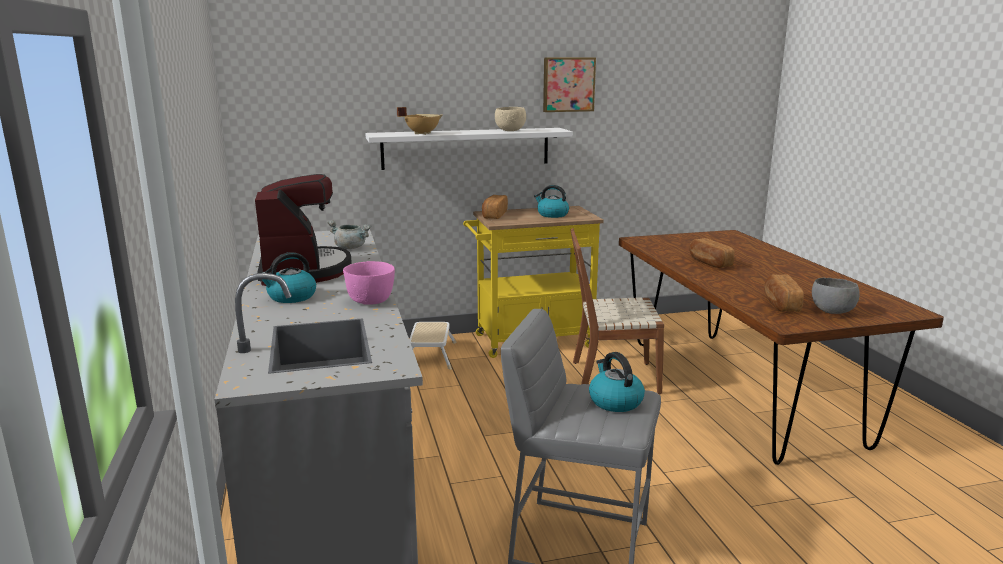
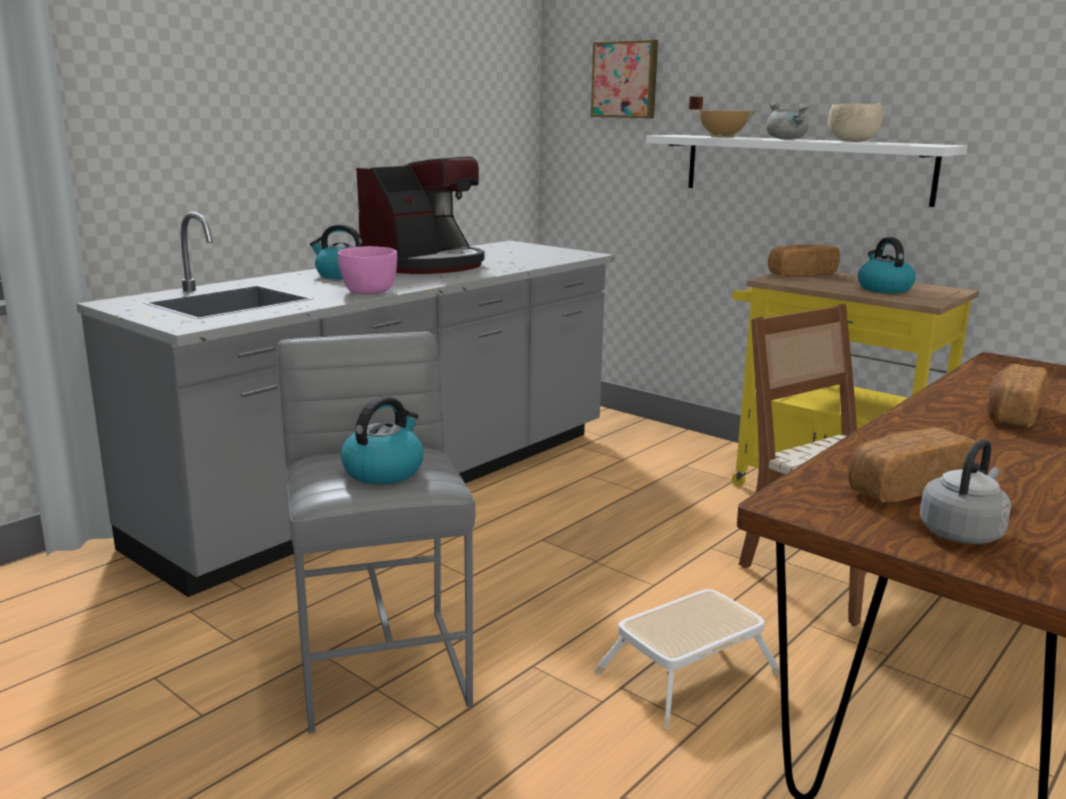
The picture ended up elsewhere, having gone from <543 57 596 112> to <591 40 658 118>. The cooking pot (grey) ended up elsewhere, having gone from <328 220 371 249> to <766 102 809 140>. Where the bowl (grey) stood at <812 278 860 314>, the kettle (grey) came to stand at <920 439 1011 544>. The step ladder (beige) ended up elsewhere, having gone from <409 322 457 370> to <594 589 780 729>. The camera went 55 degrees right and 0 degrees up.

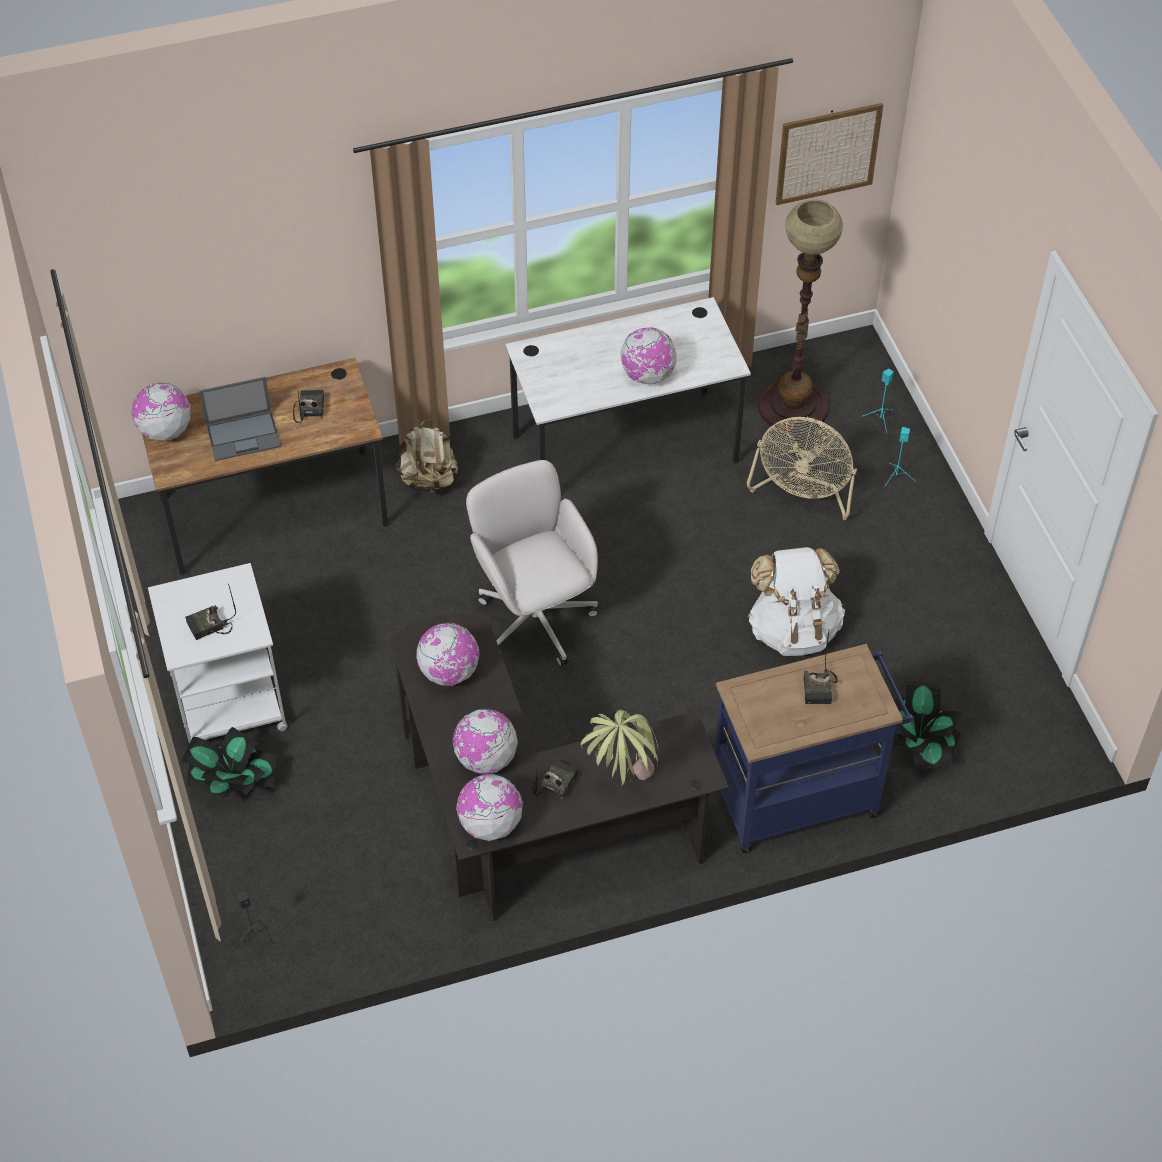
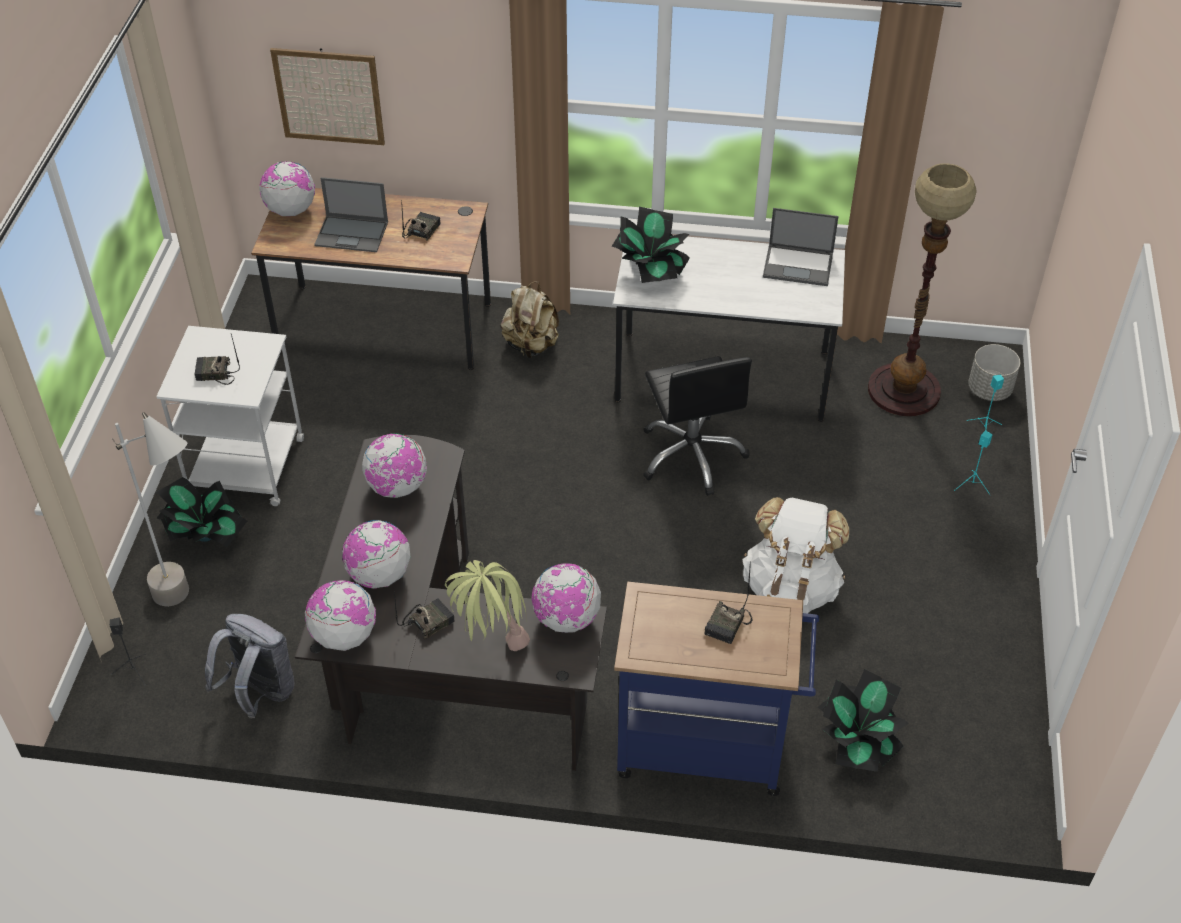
The picture ended up elsewhere, having gone from <776 103 883 205> to <270 48 385 145>. The globe ended up elsewhere, having gone from <620 327 677 384> to <532 563 601 633>. The second view lost the fan (beige) at <747 416 857 520>. The second view lost the office chair (white) at <466 460 598 666>. The second view gained the potted plant at <611 207 690 283>. The second view gained the laptop at <763 208 839 286>. The second view gained the planter (grey) at <968 344 1020 401>. The second view gained the office chair (black) at <643 356 752 496>. The second view gained the floor lamp (grey) at <112 412 189 606>. The second view gained the backpack (grey) at <205 614 295 718>. The camera went 25 degrees right and 5 degrees down.

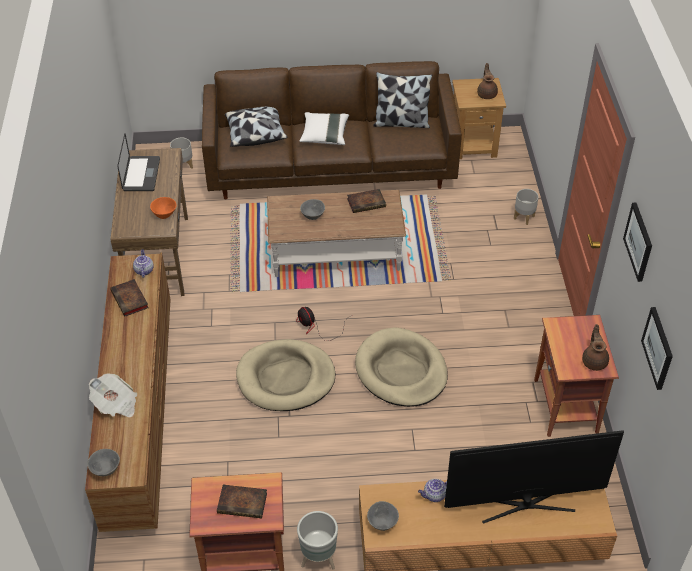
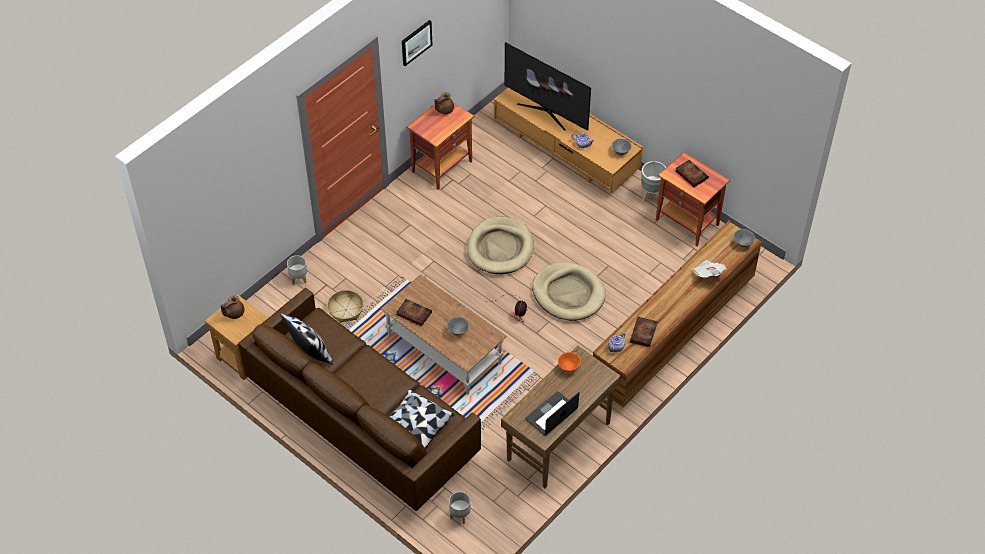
The second view lost the pillow (white) at <299 112 349 145>. The second view lost the picture at <641 307 673 390>. The second view gained the basket at <327 290 363 323>. The camera went 135 degrees left and 5 degrees up.

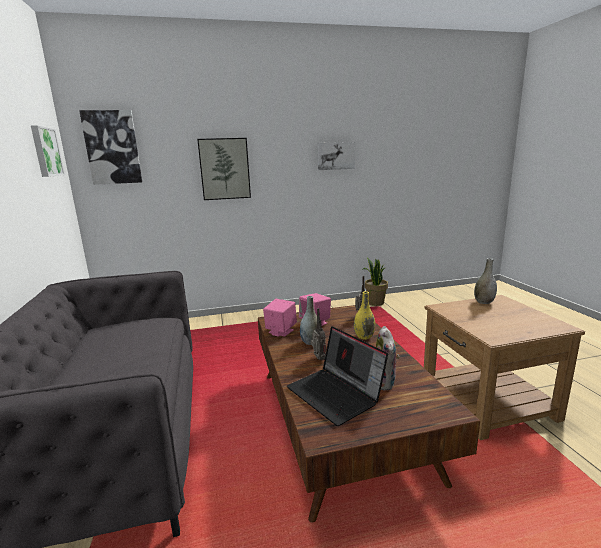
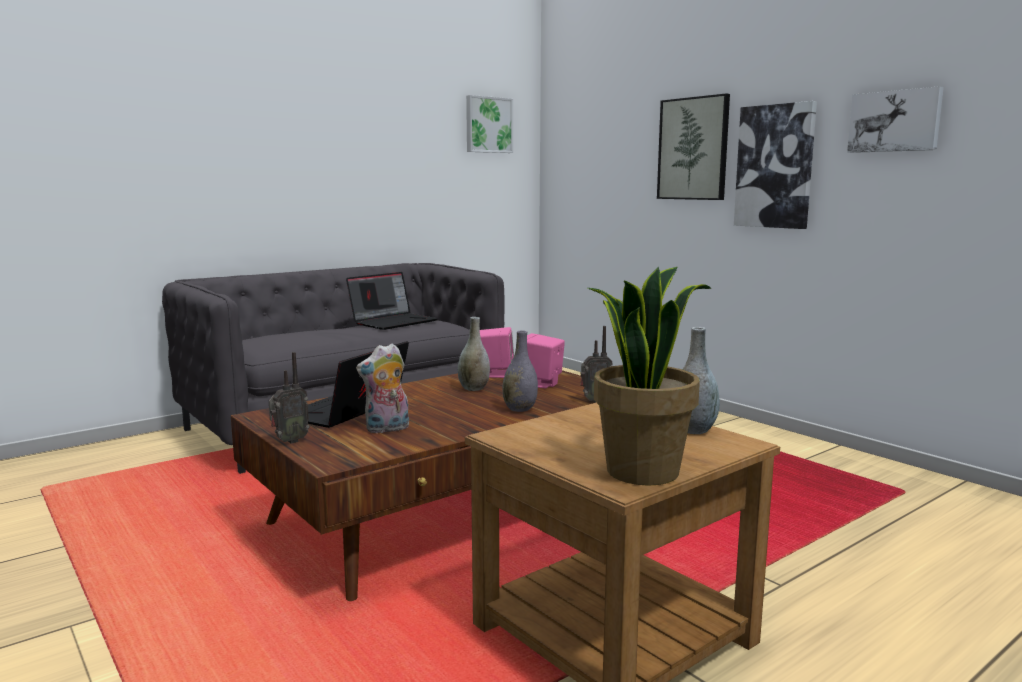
The picture ended up elsewhere, having gone from <79 110 142 185> to <734 101 817 229>. The potted plant ended up elsewhere, having gone from <362 257 388 306> to <588 267 712 486>. What was the vase (yellow) at <354 291 375 340> turned into the vase (grey) at <503 330 538 412>. The radio ended up elsewhere, having gone from <311 308 326 360> to <269 352 310 444>. The second view gained the laptop at <346 272 438 330>. The camera went 65 degrees right and 5 degrees down.

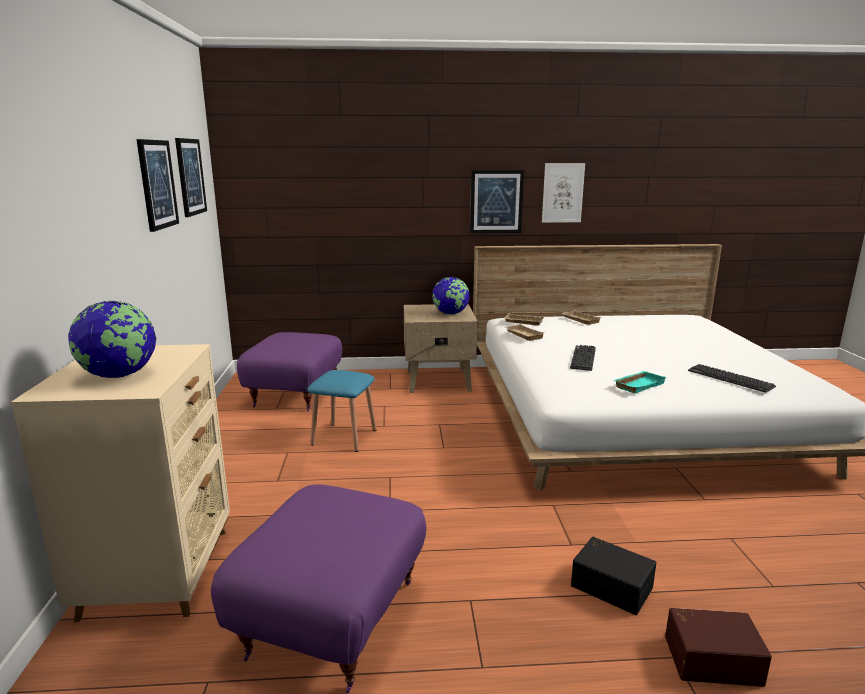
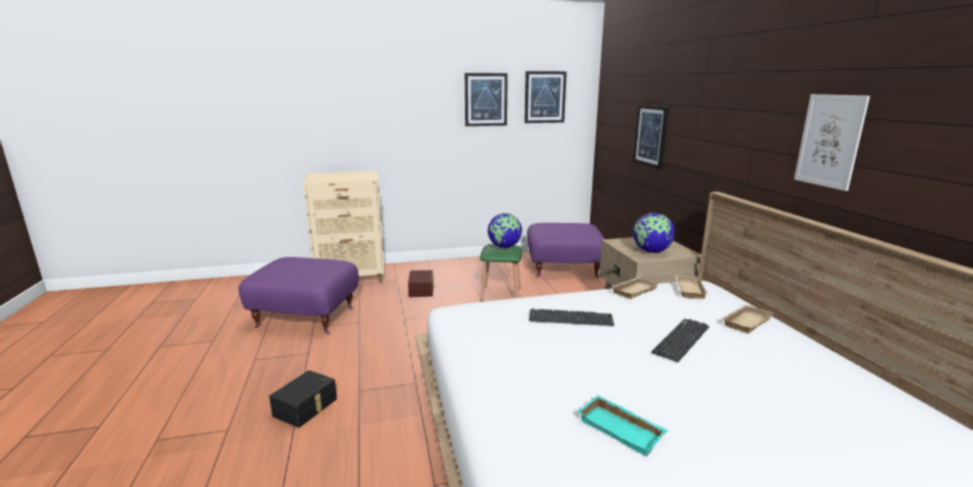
The picture ended up elsewhere, having gone from <470 170 524 233> to <633 105 669 169>. The globe ended up elsewhere, having gone from <68 301 156 378> to <488 213 522 248>. The keyboard ended up elsewhere, having gone from <688 364 776 393> to <651 319 709 362>. What was the stool (blue) at <307 370 377 452> turned into the stool (green) at <480 244 522 301>. The tray (turquoise) ended up elsewhere, having gone from <613 371 667 393> to <577 395 668 456>. The storage box (brown) ended up elsewhere, having gone from <665 608 772 687> to <408 270 435 297>. The camera went 80 degrees right and 0 degrees up.

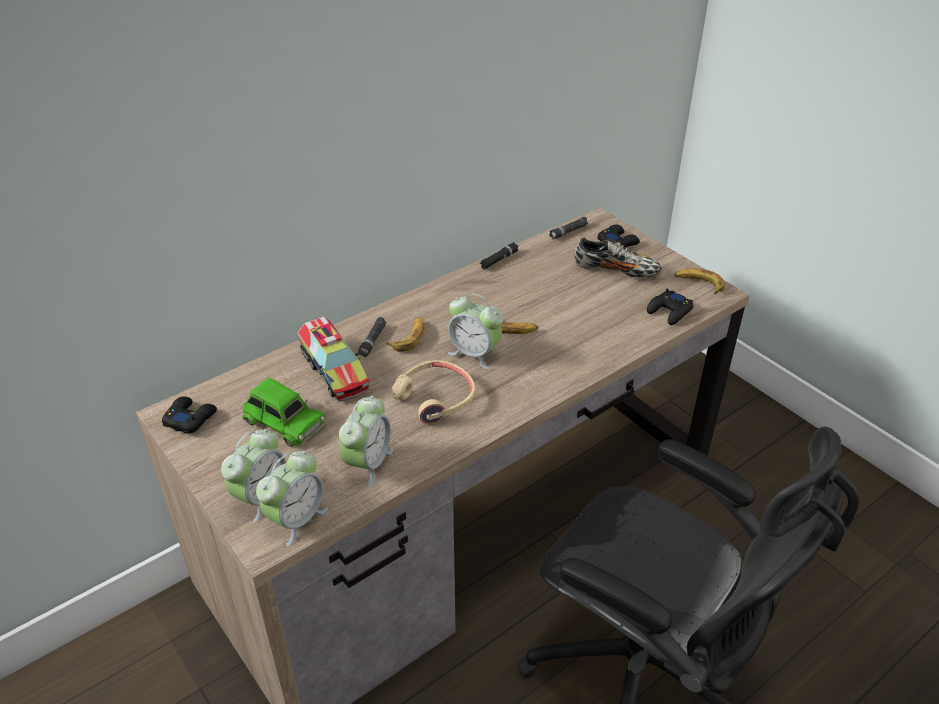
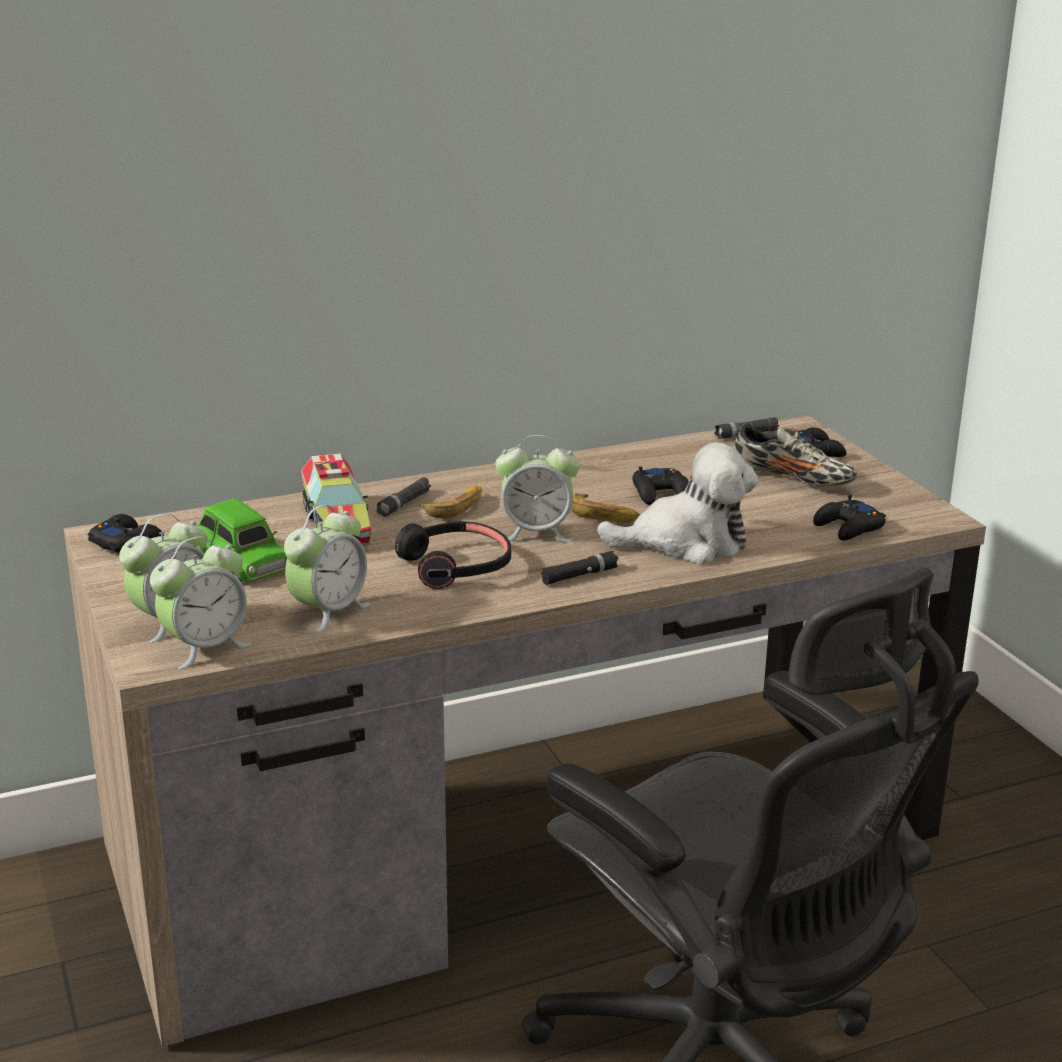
The flashlight (black) ended up elsewhere, having gone from <480 242 518 270> to <541 551 618 585>. The second view lost the banana at <675 268 725 294>. The alarm clock at <448 293 503 369> ended up facing another way, 45 degrees counterclockwise from before. What was the headphones (beige) at <392 360 475 424> turned into the headphones (black) at <395 521 511 589>. The second view gained the plush toy at <597 442 759 564>. The second view gained the game controller (black) at <633 467 689 505>. The camera went 15 degrees right and 15 degrees down.

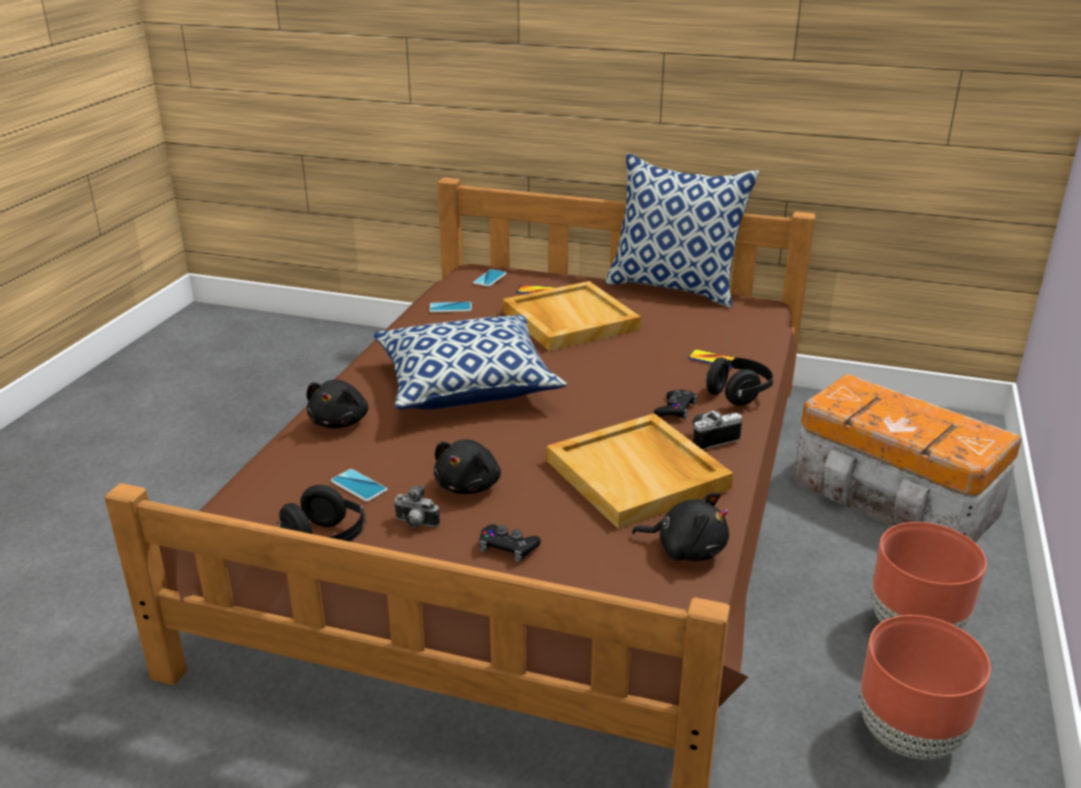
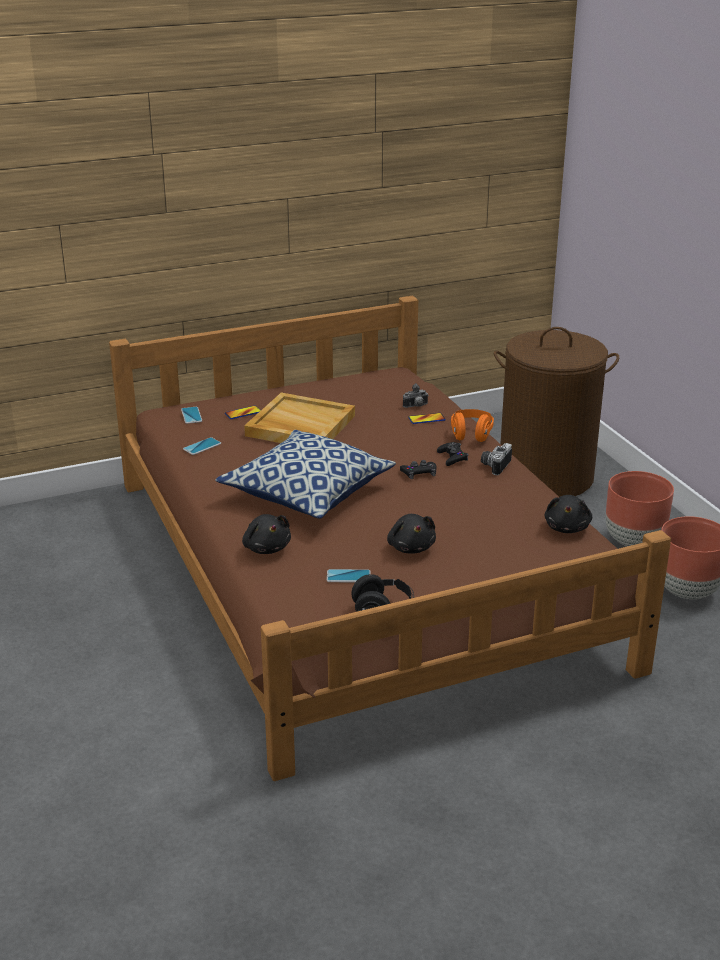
The second view lost the pillow at <605 154 759 308>. What was the headphones (black) at <706 357 773 406> turned into the headphones (orange) at <451 409 494 442>. Where the storage box stood at <793 374 1022 542>, the laundry basket (brown) came to stand at <494 327 619 497>. The second view lost the tray (beige) at <547 413 733 529>. The photo camera ended up elsewhere, having gone from <394 485 440 528> to <403 383 429 408>. The plush toy (black) at <632 492 729 561> ended up facing another way, 120 degrees clockwise from before. The game controller (black) ended up elsewhere, having gone from <479 524 540 563> to <400 460 436 479>. The camera went 40 degrees left and 0 degrees up.

